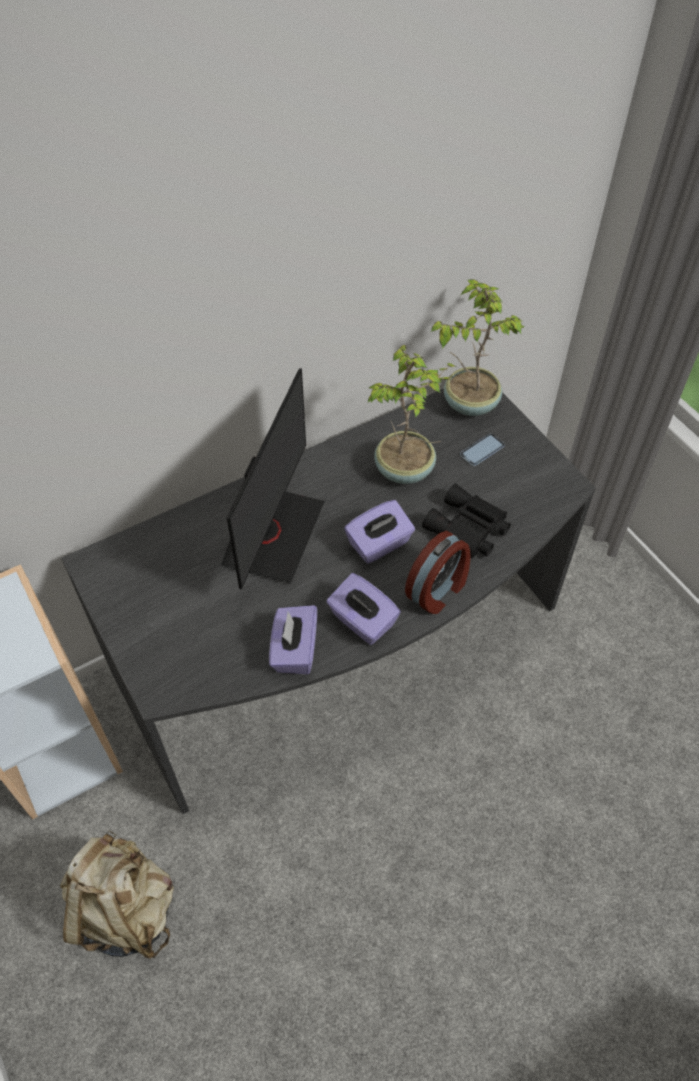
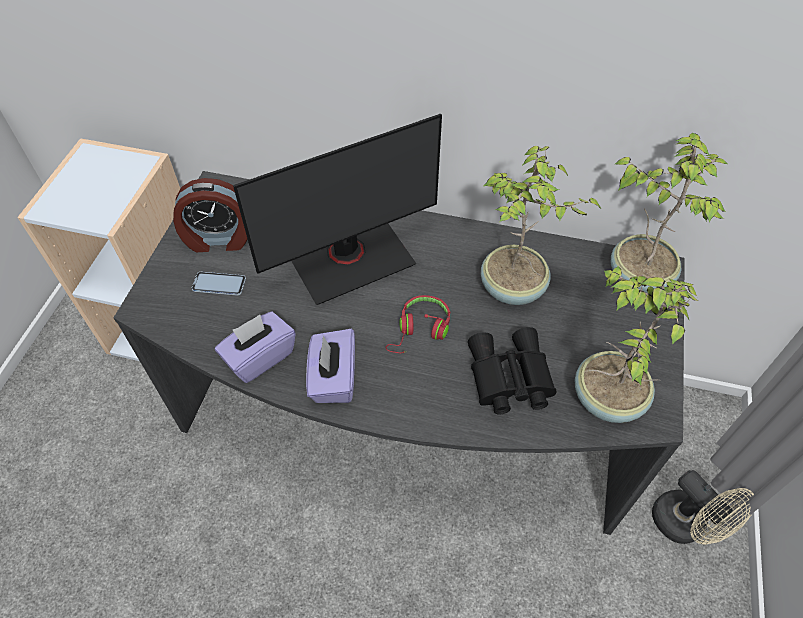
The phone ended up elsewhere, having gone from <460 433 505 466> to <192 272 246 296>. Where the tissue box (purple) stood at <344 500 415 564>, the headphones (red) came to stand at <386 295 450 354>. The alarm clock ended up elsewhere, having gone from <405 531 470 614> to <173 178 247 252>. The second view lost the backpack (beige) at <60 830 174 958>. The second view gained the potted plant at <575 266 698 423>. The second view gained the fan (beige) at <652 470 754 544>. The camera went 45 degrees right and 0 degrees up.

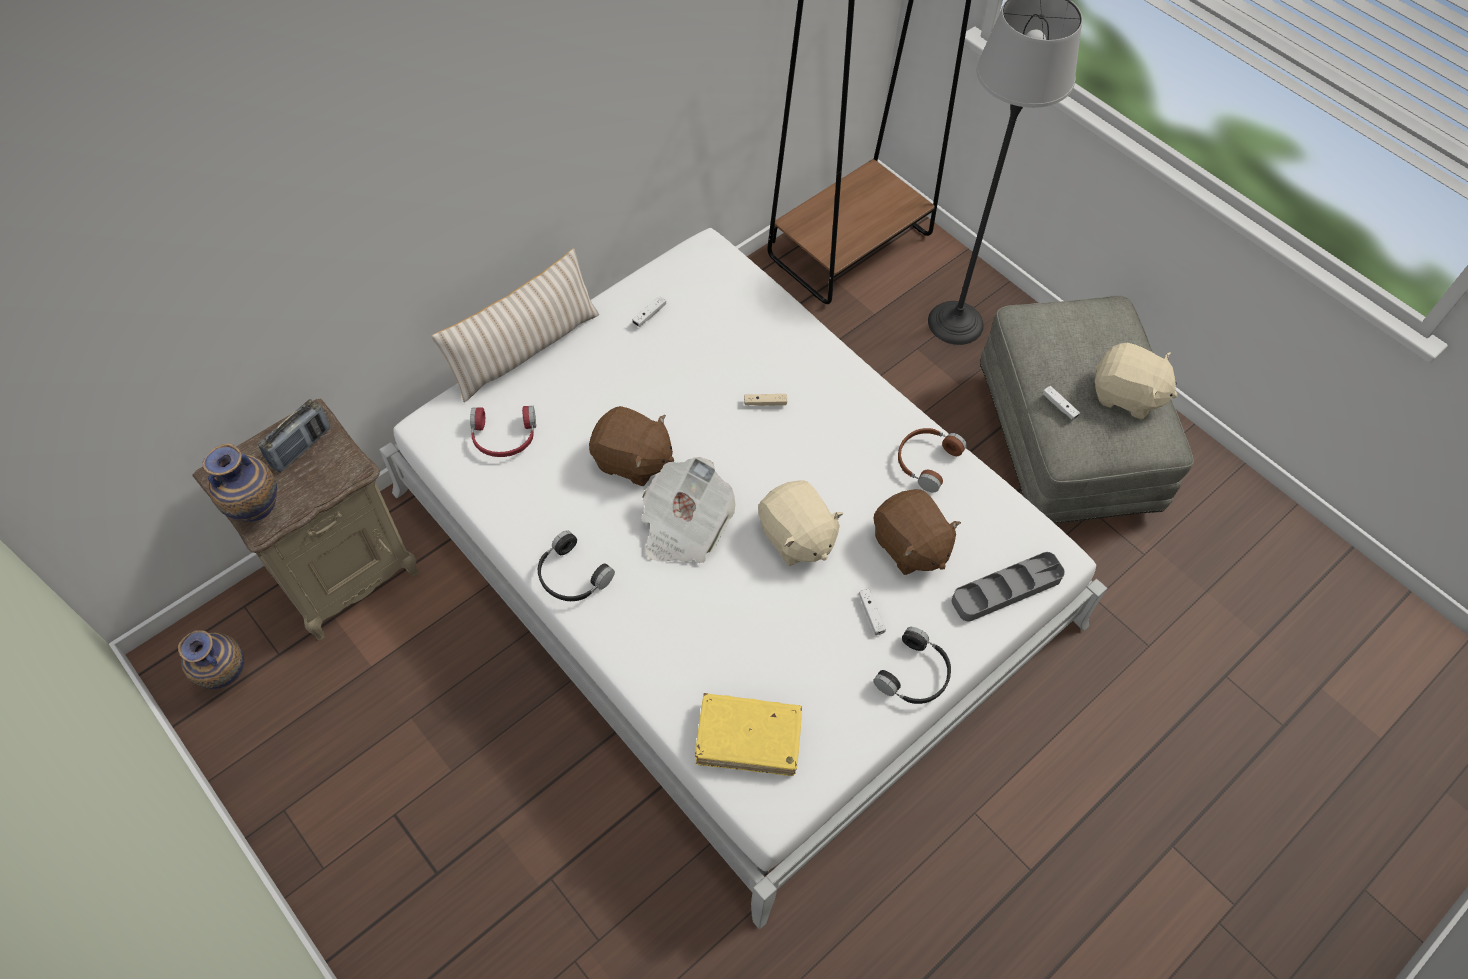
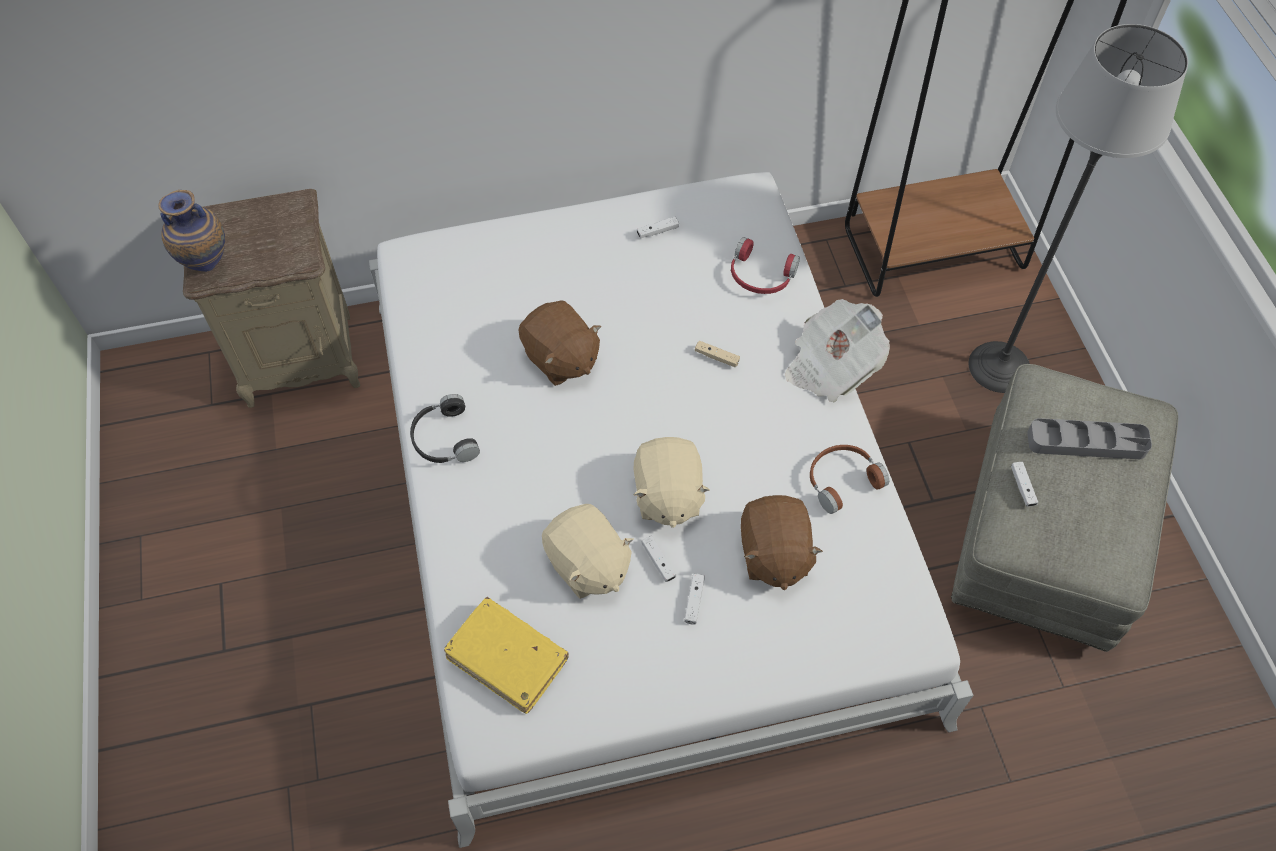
The second view lost the pillow (beige) at <431 248 599 402>. The plush toy (beige) ended up elsewhere, having gone from <1095 343 1178 419> to <542 504 634 599>. The second view lost the radio at <258 399 330 473>. The headphones (red) ended up elsewhere, having gone from <470 406 536 457> to <731 237 800 294>. The newspaper ended up elsewhere, having gone from <641 457 735 563> to <785 299 890 402>. The tray (grey) ended up elsewhere, having gone from <952 552 1065 622> to <1027 418 1152 459>. The second view lost the headphones (black) at <873 627 951 704>. The second view lost the vase at <178 630 244 689>. The second view gained the game controller (white) at <642 536 676 582>. The camera went 30 degrees right and 0 degrees up.

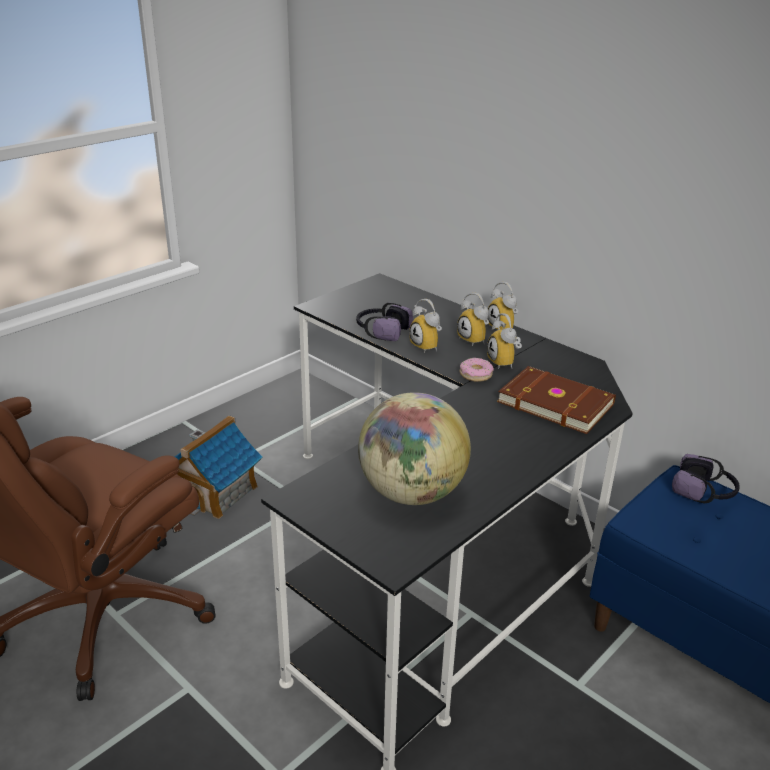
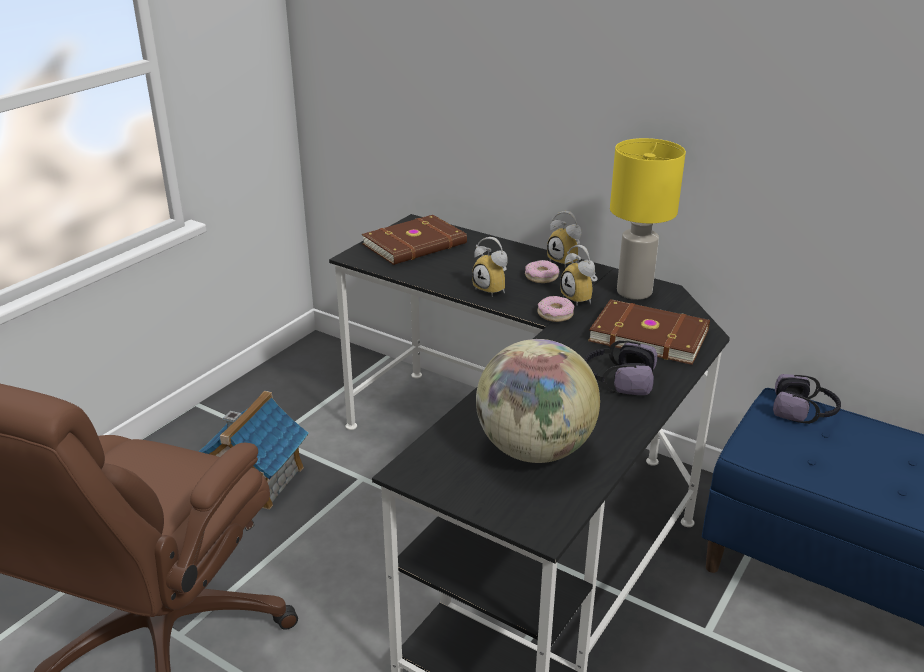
Where the alarm clock stood at <457 293 489 346>, the donut came to stand at <525 260 559 283>. The headphones ended up elsewhere, having gone from <356 303 413 341> to <584 340 657 395>. The second view gained the table lamp (yellow) at <610 138 686 300>. The second view gained the book (brown) at <362 215 467 265>. The camera went 10 degrees left and 0 degrees up.

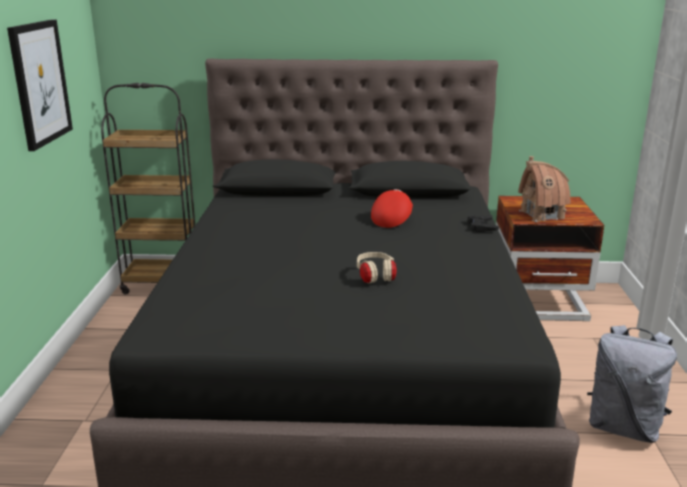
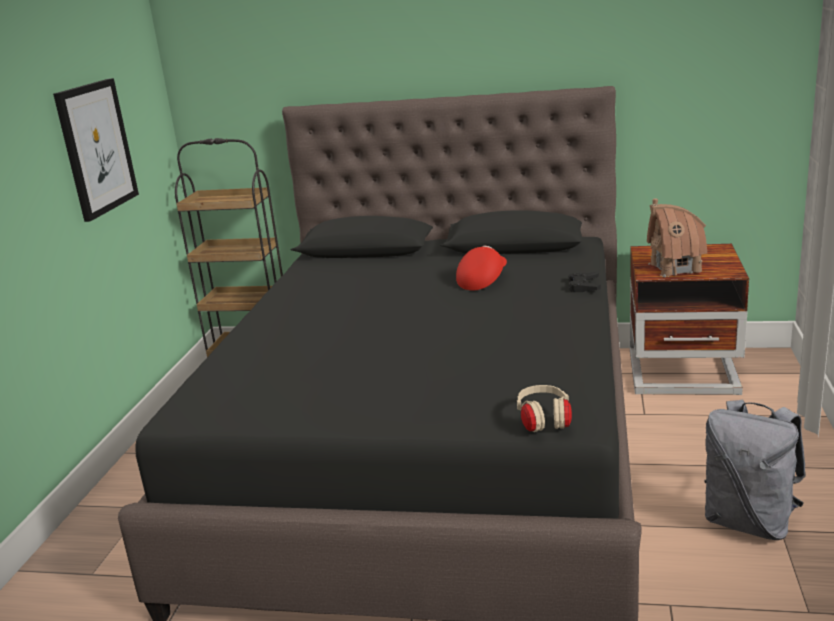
The headphones (beige) ended up elsewhere, having gone from <357 252 397 284> to <517 385 572 432>. The camera went 10 degrees right and 0 degrees up.

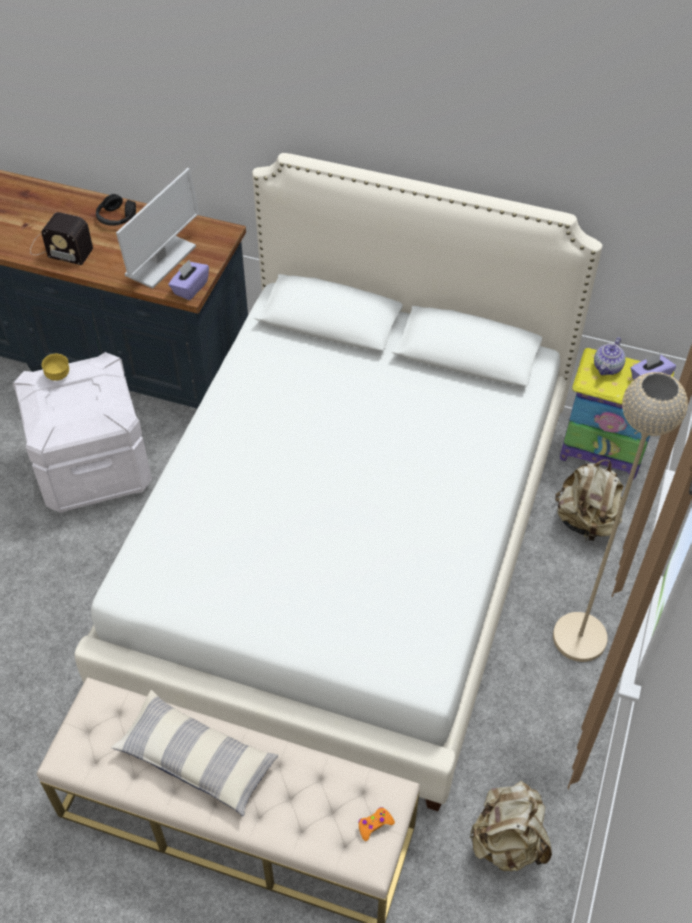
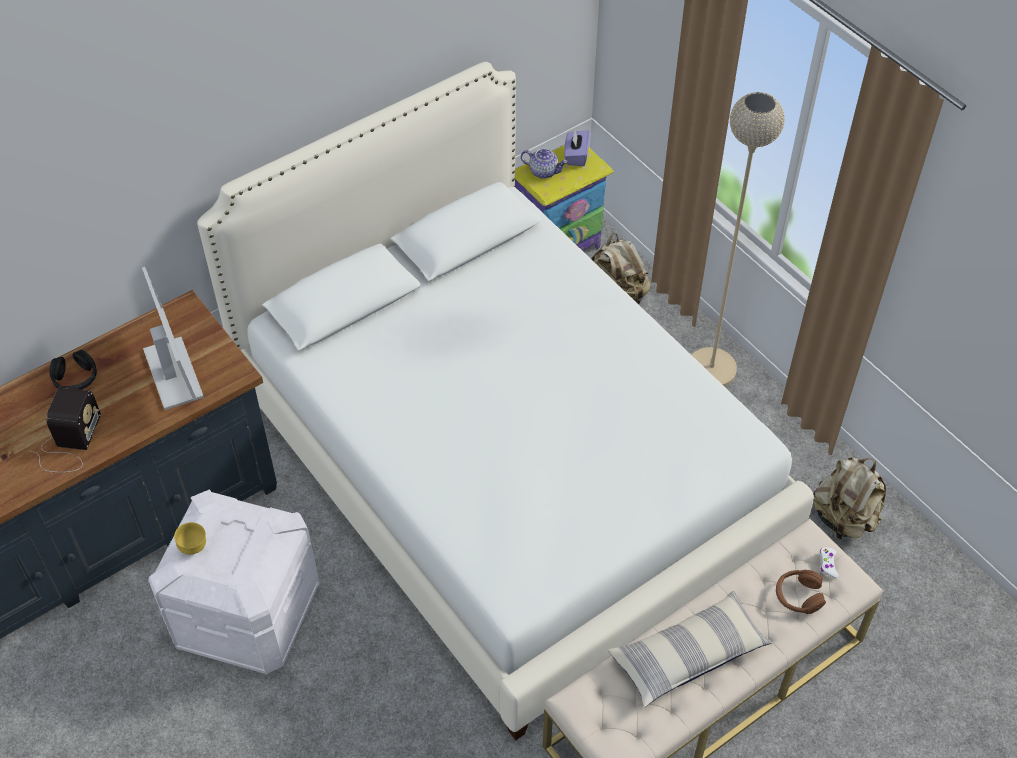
The radio at <30 212 93 265> ended up facing another way, 45 degrees counterclockwise from before. The second view lost the tissue box (purple) at <168 260 209 300>. The teapot at <594 337 626 375> ended up facing another way, 45 degrees counterclockwise from before. What was the game controller (orange) at <358 807 395 841> turned into the game controller (white) at <820 547 839 578>. The second view gained the headphones (brown) at <776 570 826 614>. The camera went 55 degrees left and 0 degrees up.

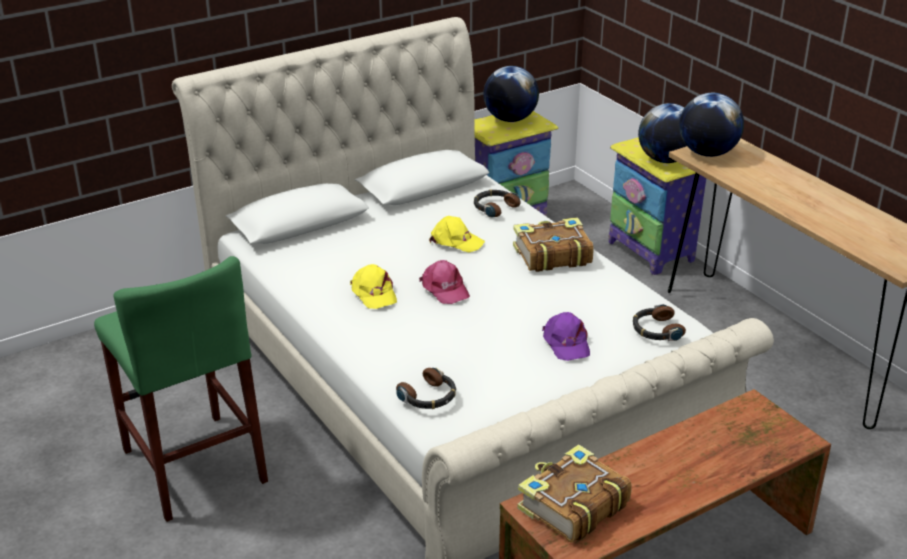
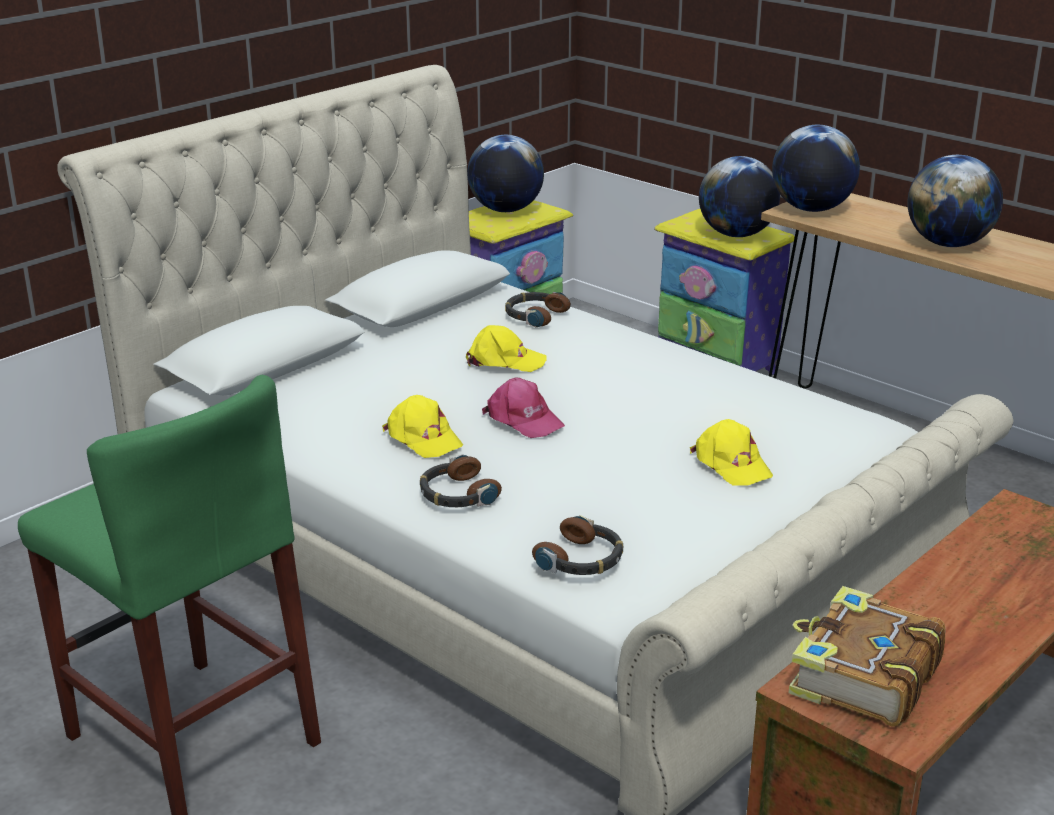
The second view lost the book at <513 217 594 272>. The headphones ended up elsewhere, having gone from <633 304 686 341> to <420 454 502 507>. What was the cap (purple) at <542 312 590 361> turned into the cap (yellow) at <690 419 773 486>. The second view gained the globe at <907 155 1003 247>. The camera went 15 degrees left and 5 degrees down.

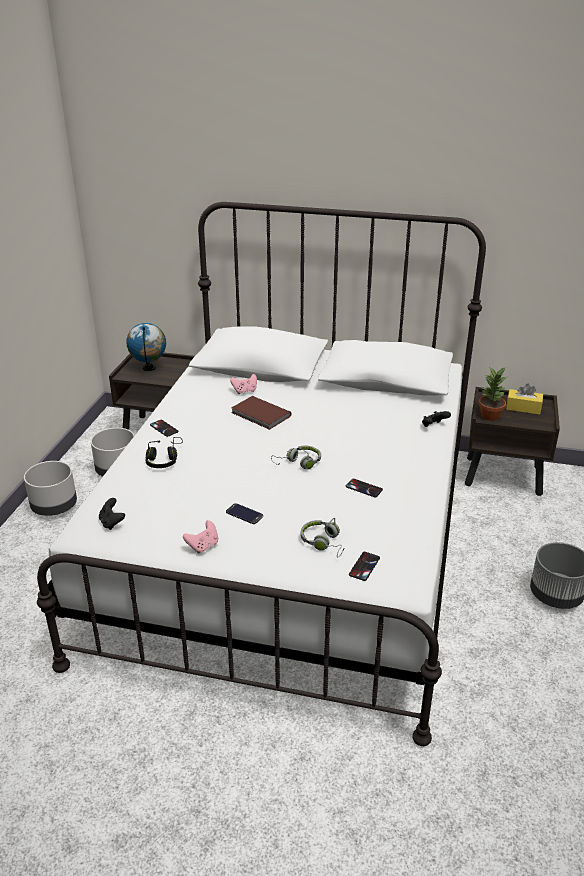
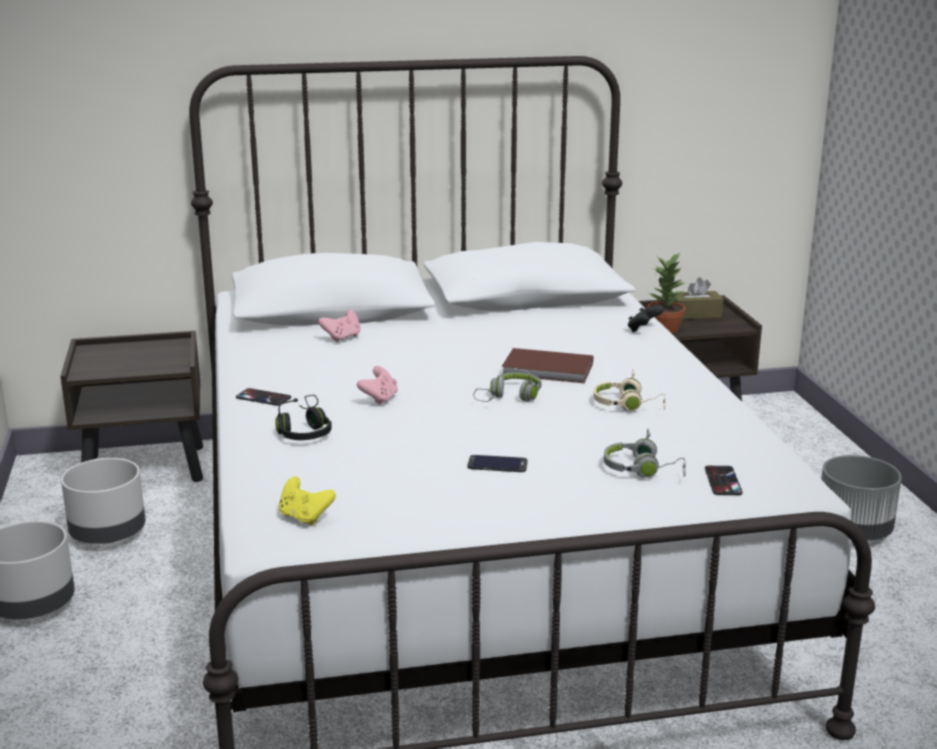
The second view lost the globe at <126 323 166 371>. What was the tissue box (yellow) at <506 384 543 415> turned into the tissue box (brown) at <674 277 724 320>. The book (brown) ended up elsewhere, having gone from <231 396 291 430> to <502 348 593 383>. Where the phone stood at <346 479 383 497>, the headphones (beige) came to stand at <594 369 665 411>. What was the game controller (black) at <99 498 125 530> turned into the game controller (yellow) at <279 477 336 526>. The game controller (pink) ended up elsewhere, having gone from <183 520 218 554> to <357 366 398 405>. The camera went 25 degrees left and 10 degrees down.

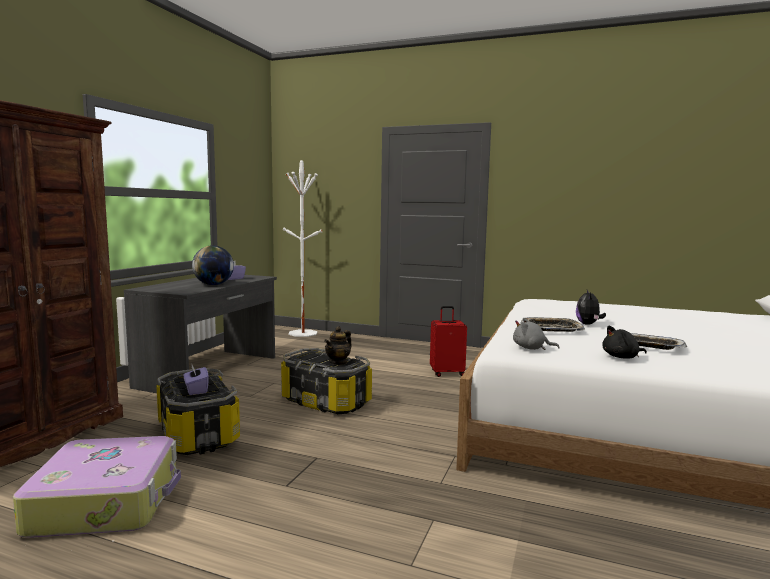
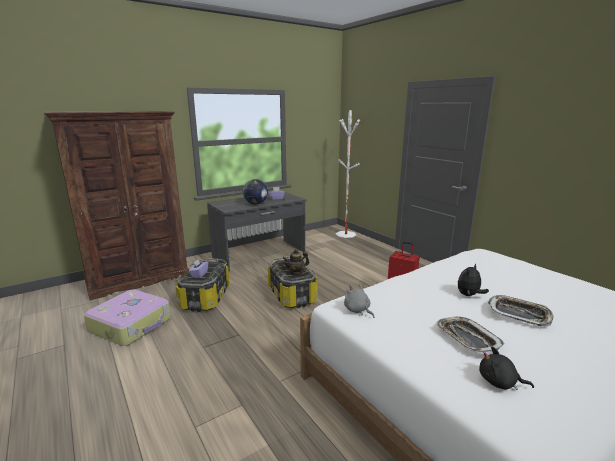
The tray ended up elsewhere, having gone from <521 317 585 332> to <488 295 554 327>. The plush toy (black) ended up elsewhere, having gone from <602 326 647 358> to <479 347 534 390>. The camera went 35 degrees right and 10 degrees up.

